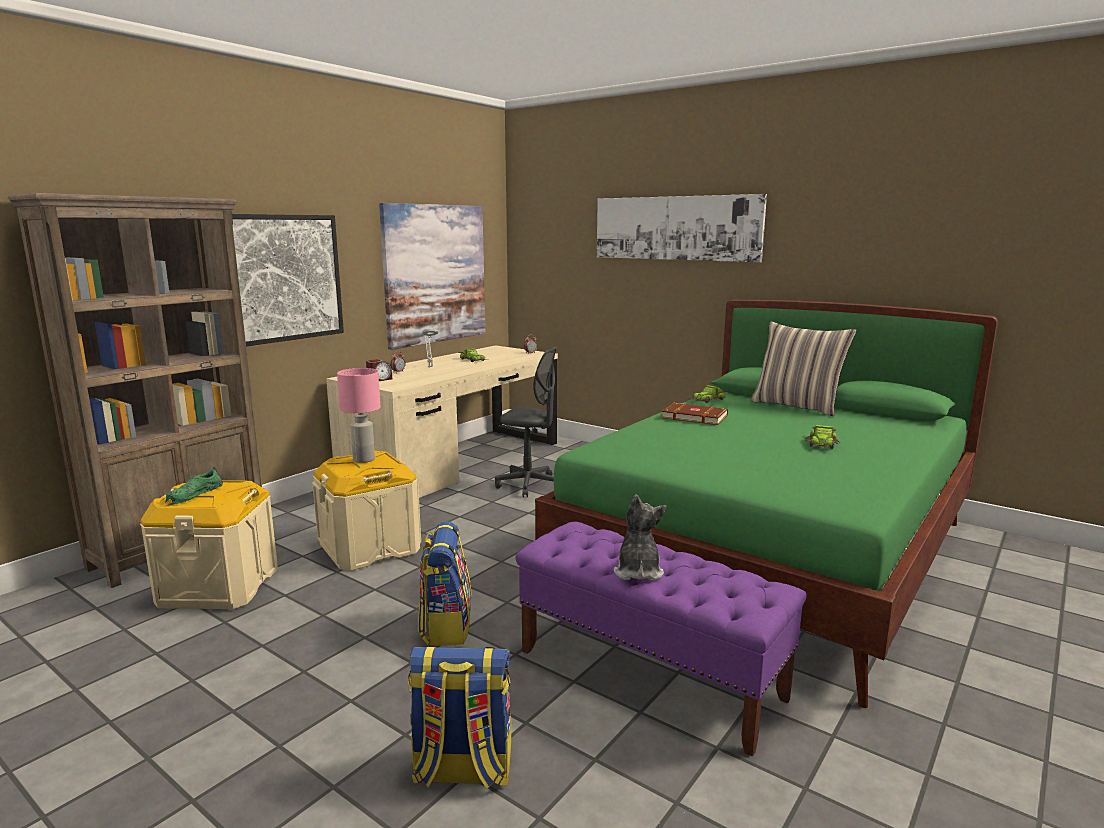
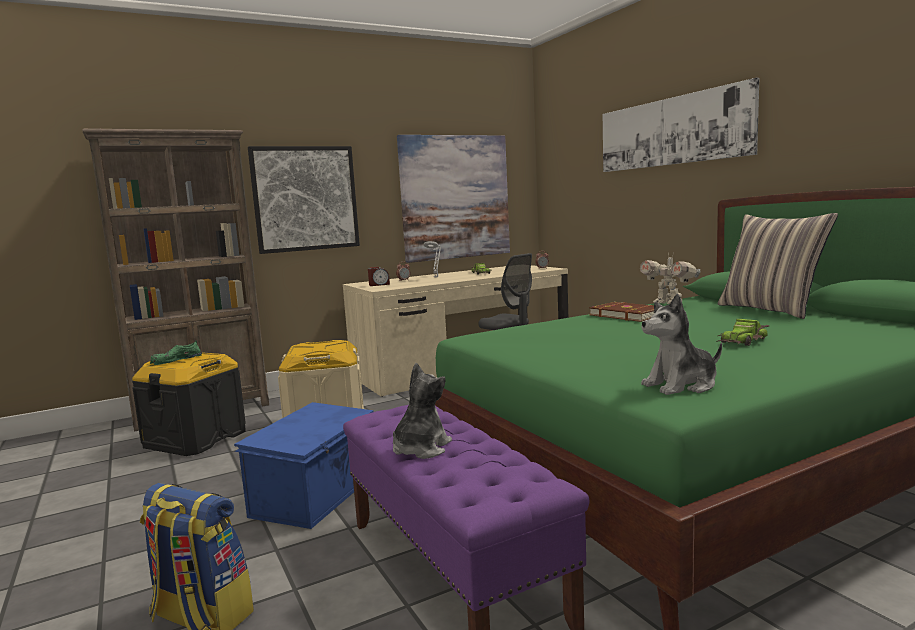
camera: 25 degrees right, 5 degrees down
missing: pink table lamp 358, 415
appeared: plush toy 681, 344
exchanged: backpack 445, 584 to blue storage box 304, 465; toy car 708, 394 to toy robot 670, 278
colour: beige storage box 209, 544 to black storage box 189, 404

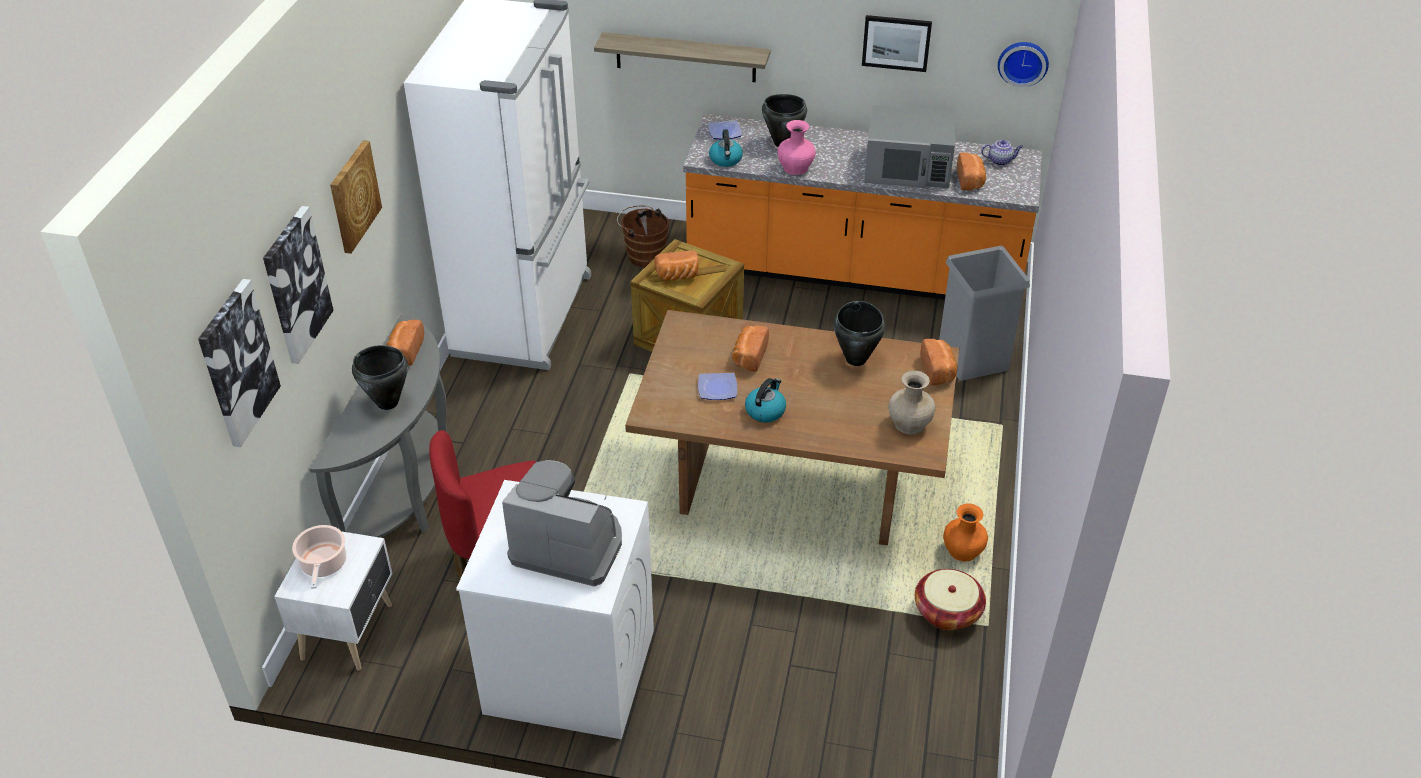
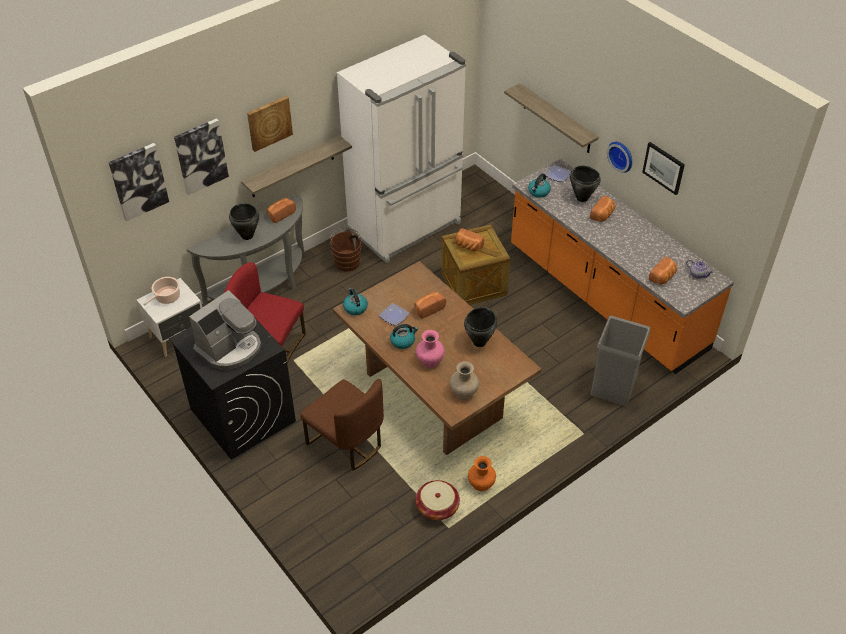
camera: 40 degrees right, 5 degrees up
missing: grey microwave 910, 146
appeared: shelf 296, 166; brown chair 342, 425; kettle 355, 301
relocated: brown bucket 643, 236 to 346, 250; pink vase 796, 147 to 430, 349; bread 938, 362 to 602, 208; wall clock 1023, 64 to 619, 157
colour: white washing machine 555, 609 to black washing machine 232, 381
spun: coffee machine 562, 523 = 225, 330 75 degrees clockwise

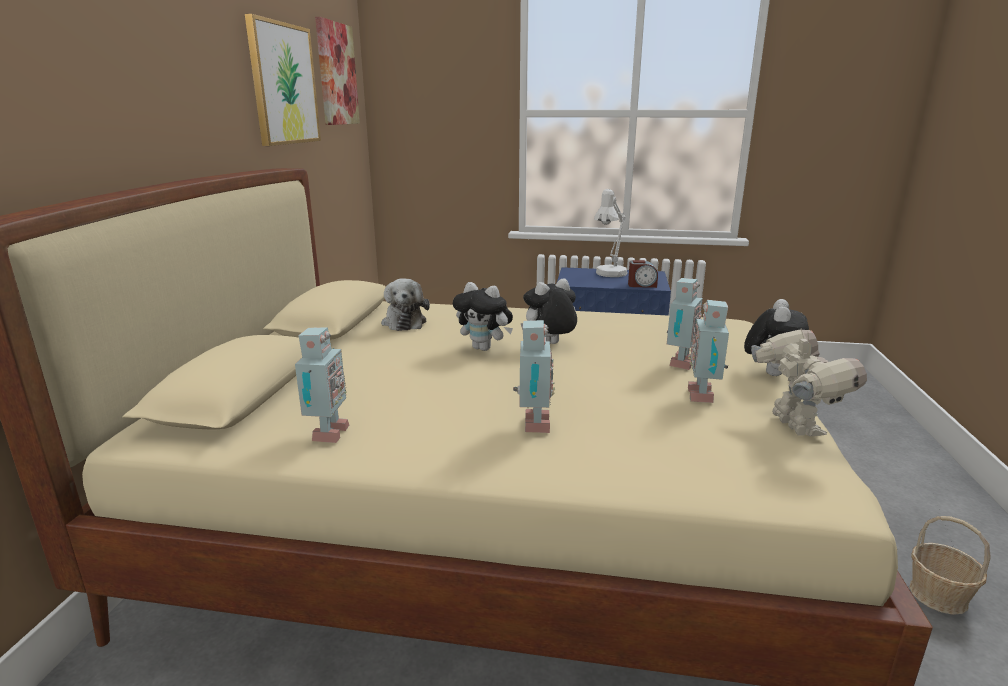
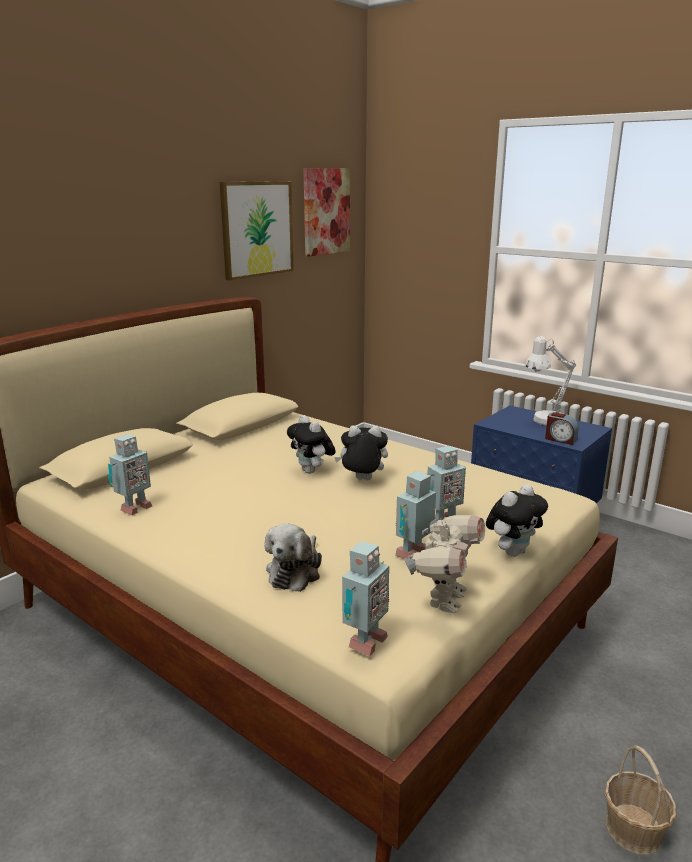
camera: 30 degrees right, 0 degrees up
relocated: plush toy 405, 304 to 293, 558; toy robot 534, 376 to 365, 598

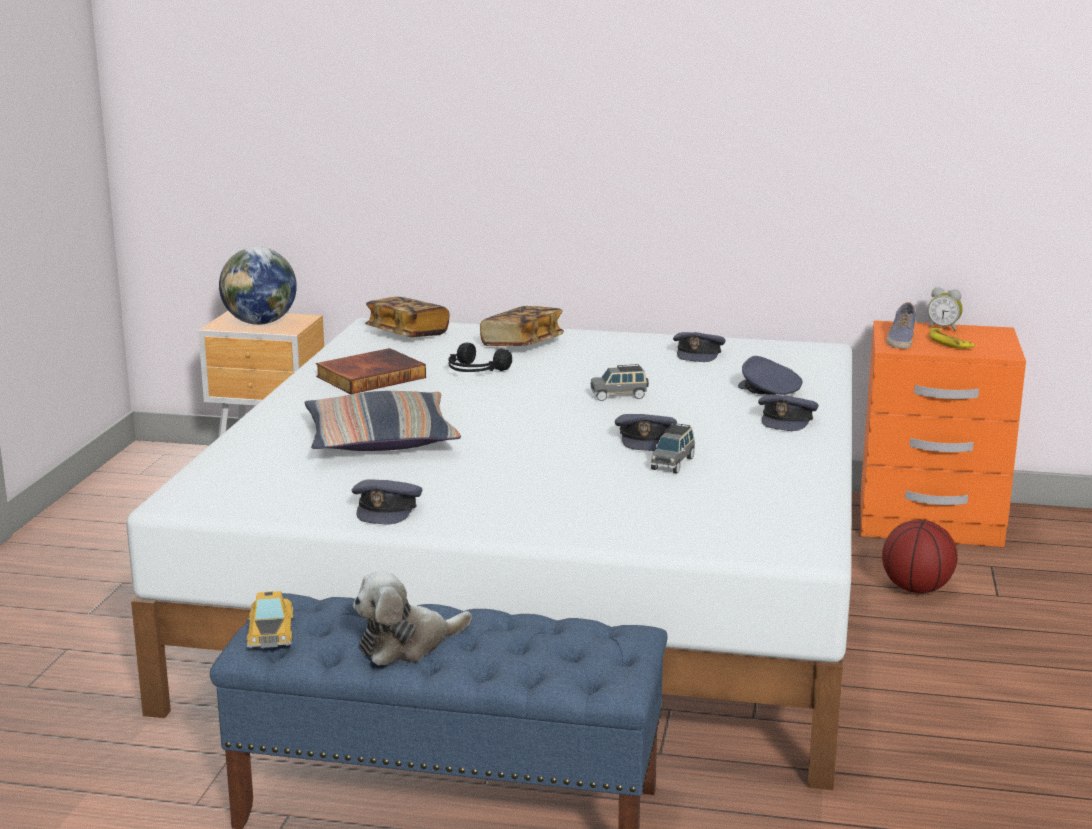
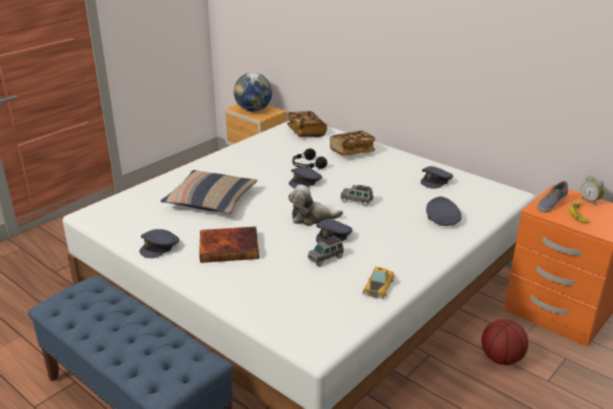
camera: 30 degrees right, 10 degrees up
relocated: book 371, 371 to 229, 245; plush toy 412, 618 to 315, 205; grey cap 788, 412 to 305, 177; toy car 270, 619 to 378, 282

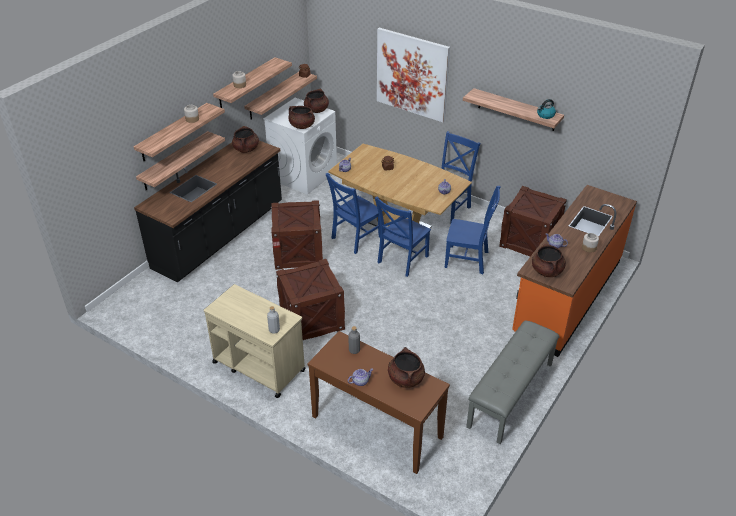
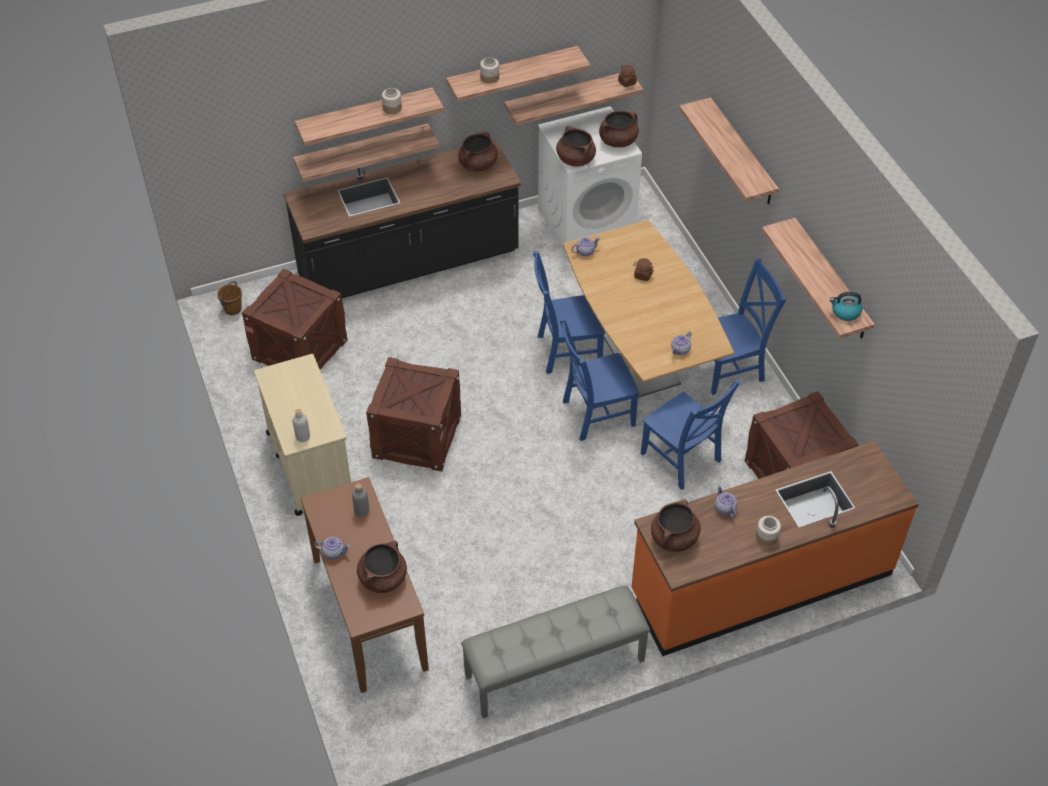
camera: 35 degrees right, 10 degrees up
appeared: brown bucket 229, 298
relocated: crate 297, 235 to 294, 319
exchanged: picture 413, 75 to shelf 729, 151

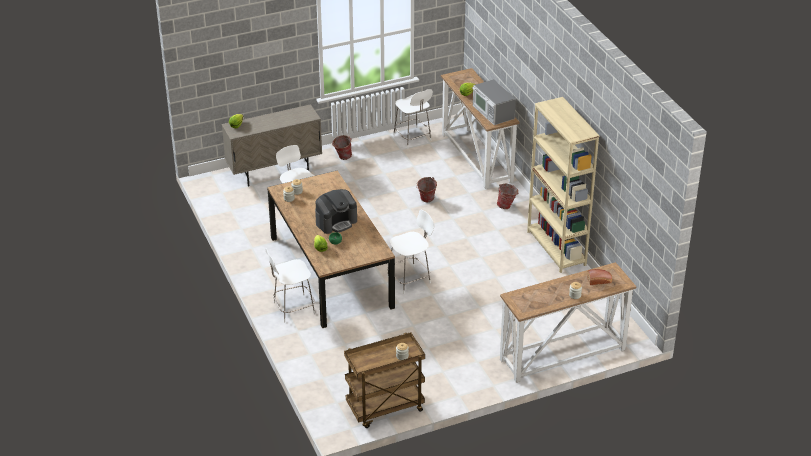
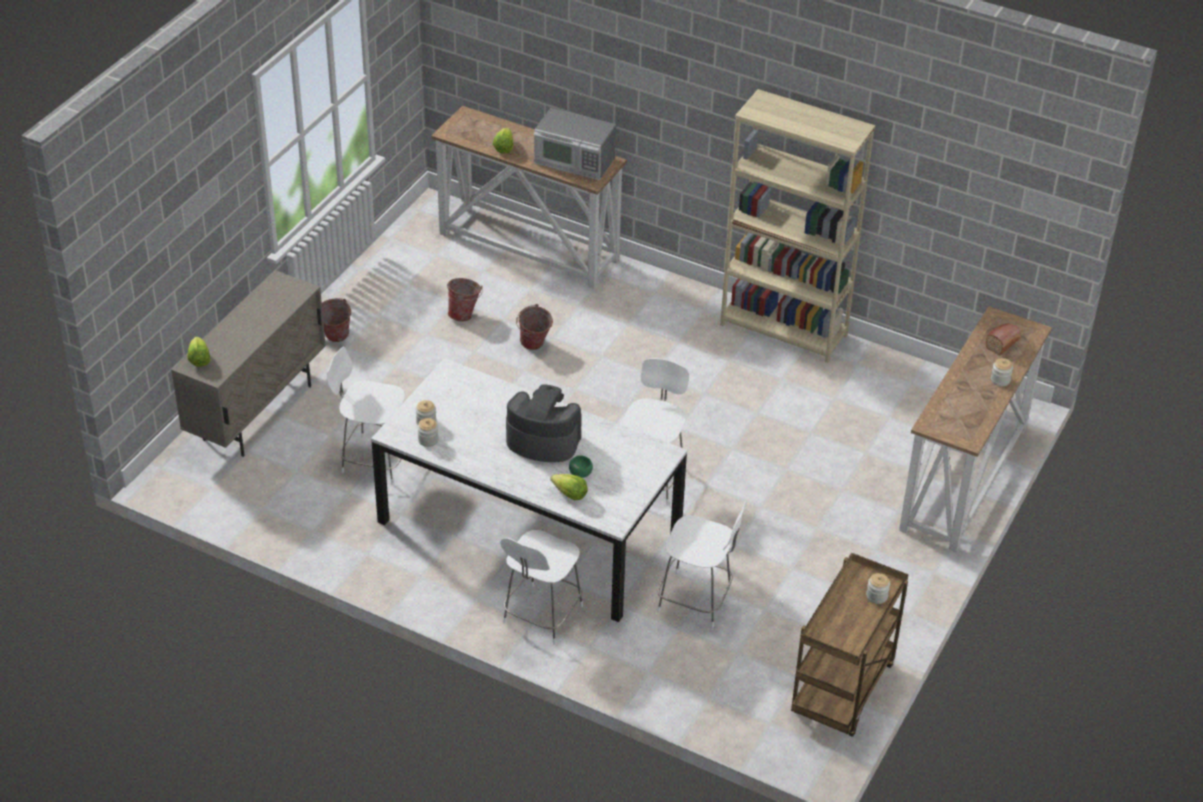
camera: 40 degrees left, 5 degrees up
relocated: bucket 507, 196 to 465, 299; white chair 413, 119 to 702, 564
colour: brown dining table 331, 249 to white dining table 529, 490
spun: coffee machine 336, 211 = 544, 423 90 degrees counterclockwise

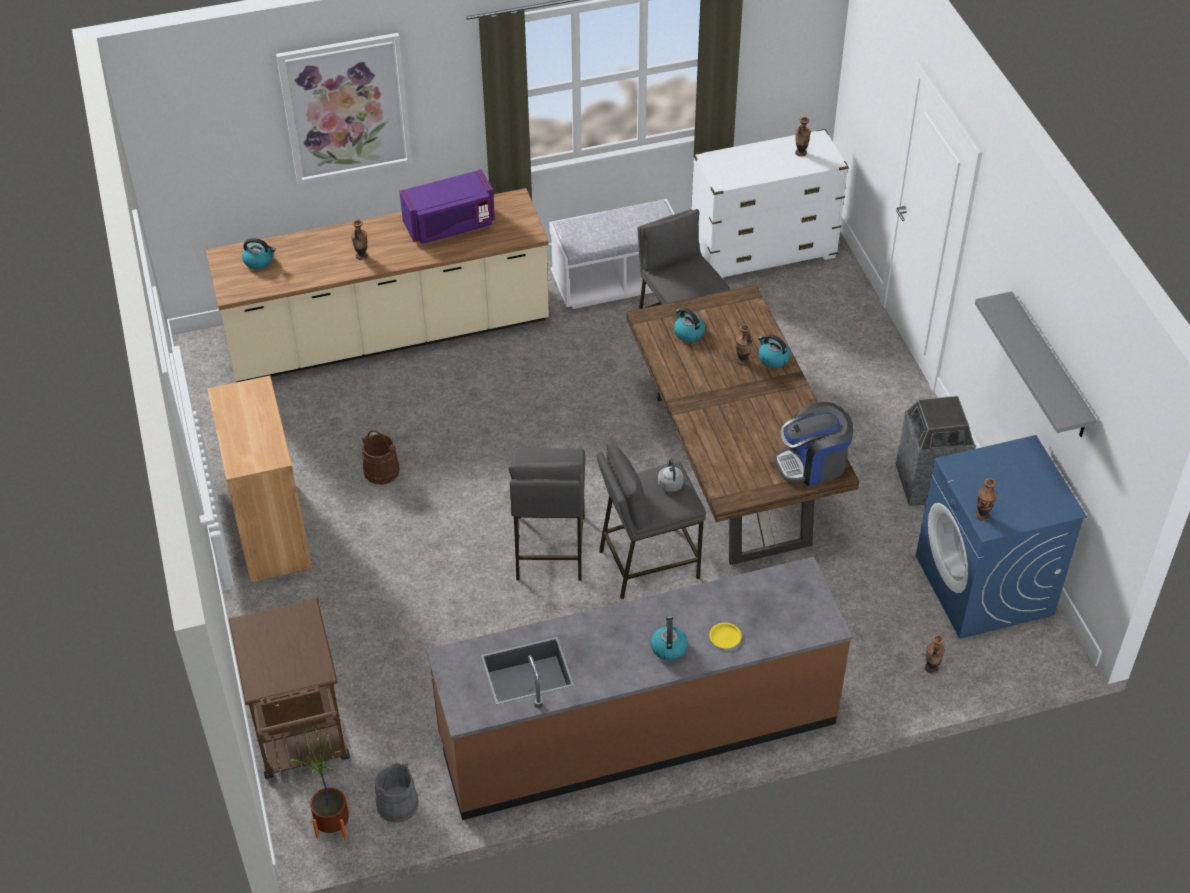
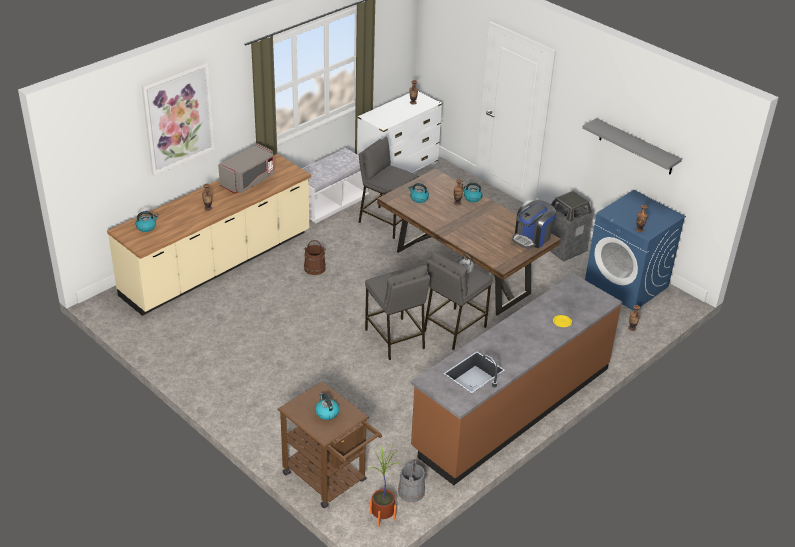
camera: 30 degrees left, 10 degrees down
missing: brown cabinet 259, 479
relocated: brown bucket 380, 457 to 314, 257; kettle 669, 638 to 327, 406
colour: purple microwave 447, 206 to grey microwave 246, 168

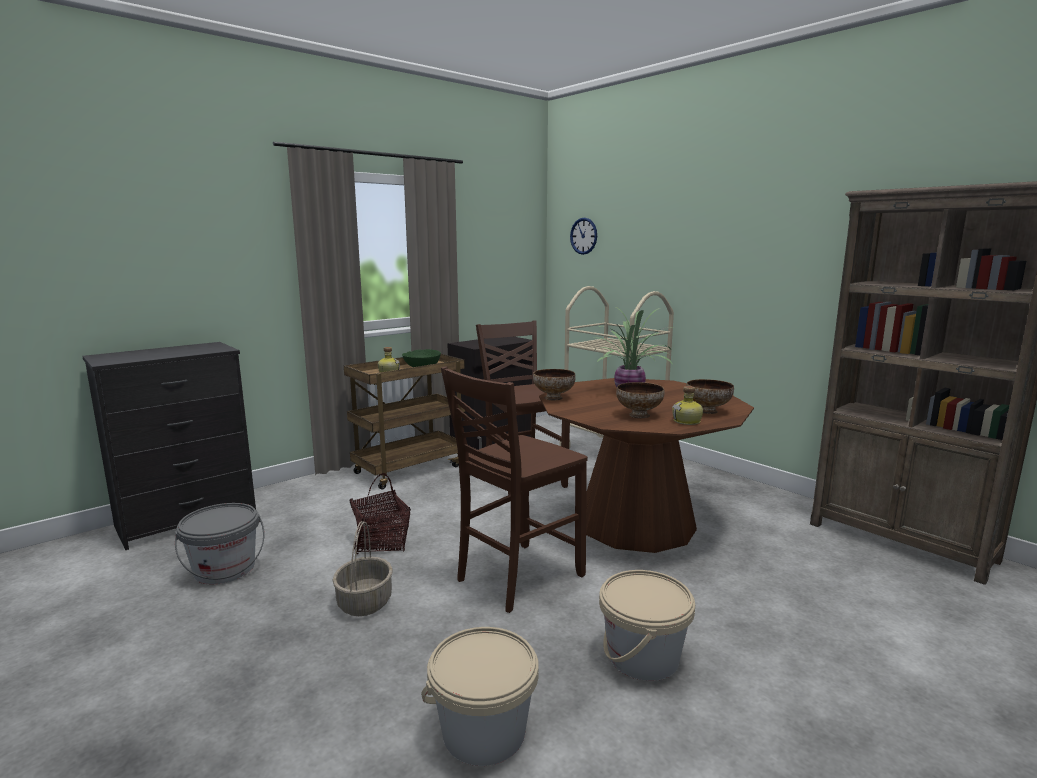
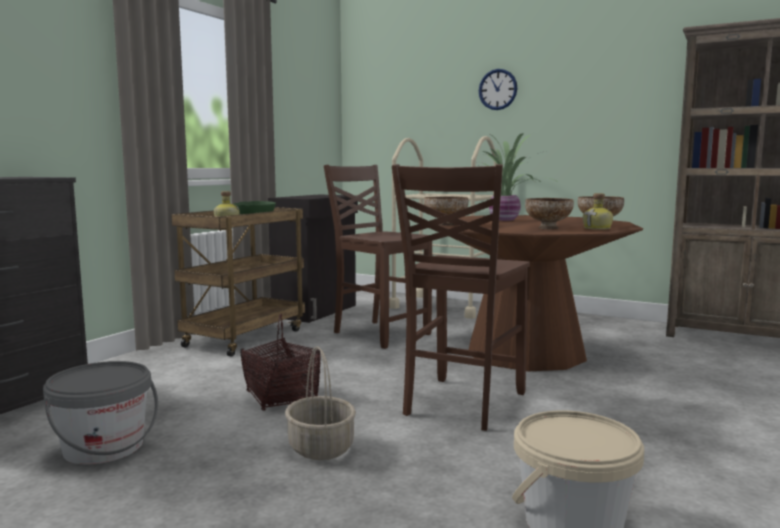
camera: 20 degrees left, 5 degrees down
missing: beige bucket 647, 625
relocated: wall clock 583, 236 to 498, 89

